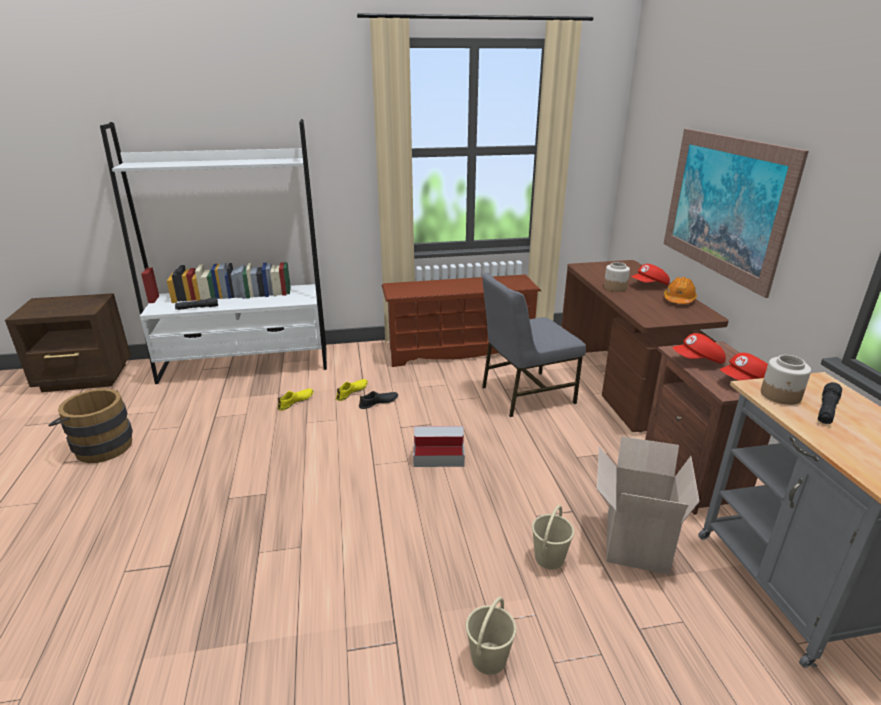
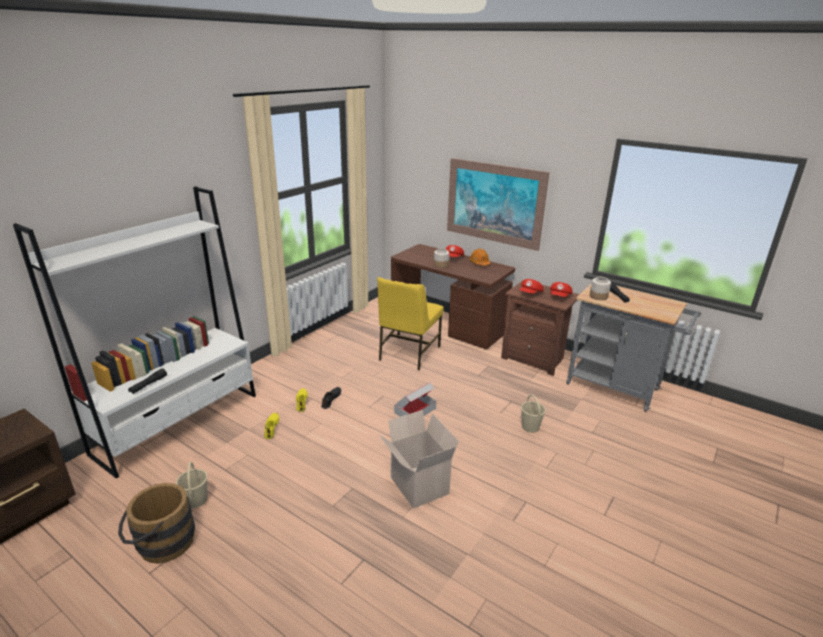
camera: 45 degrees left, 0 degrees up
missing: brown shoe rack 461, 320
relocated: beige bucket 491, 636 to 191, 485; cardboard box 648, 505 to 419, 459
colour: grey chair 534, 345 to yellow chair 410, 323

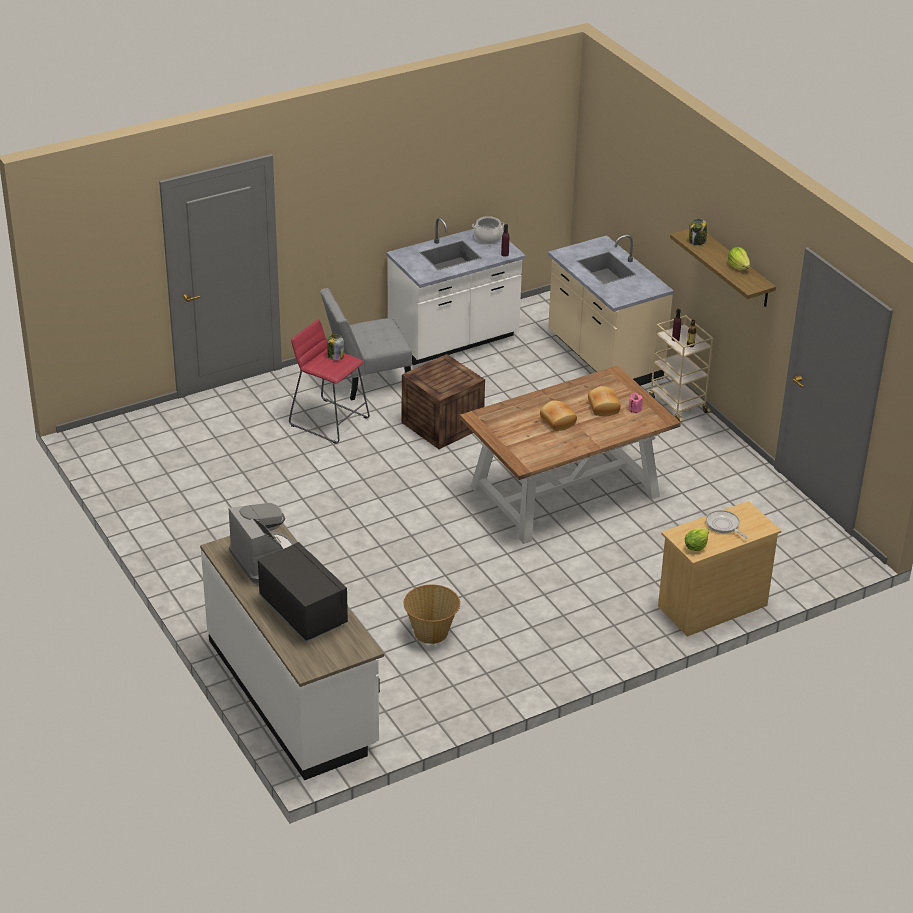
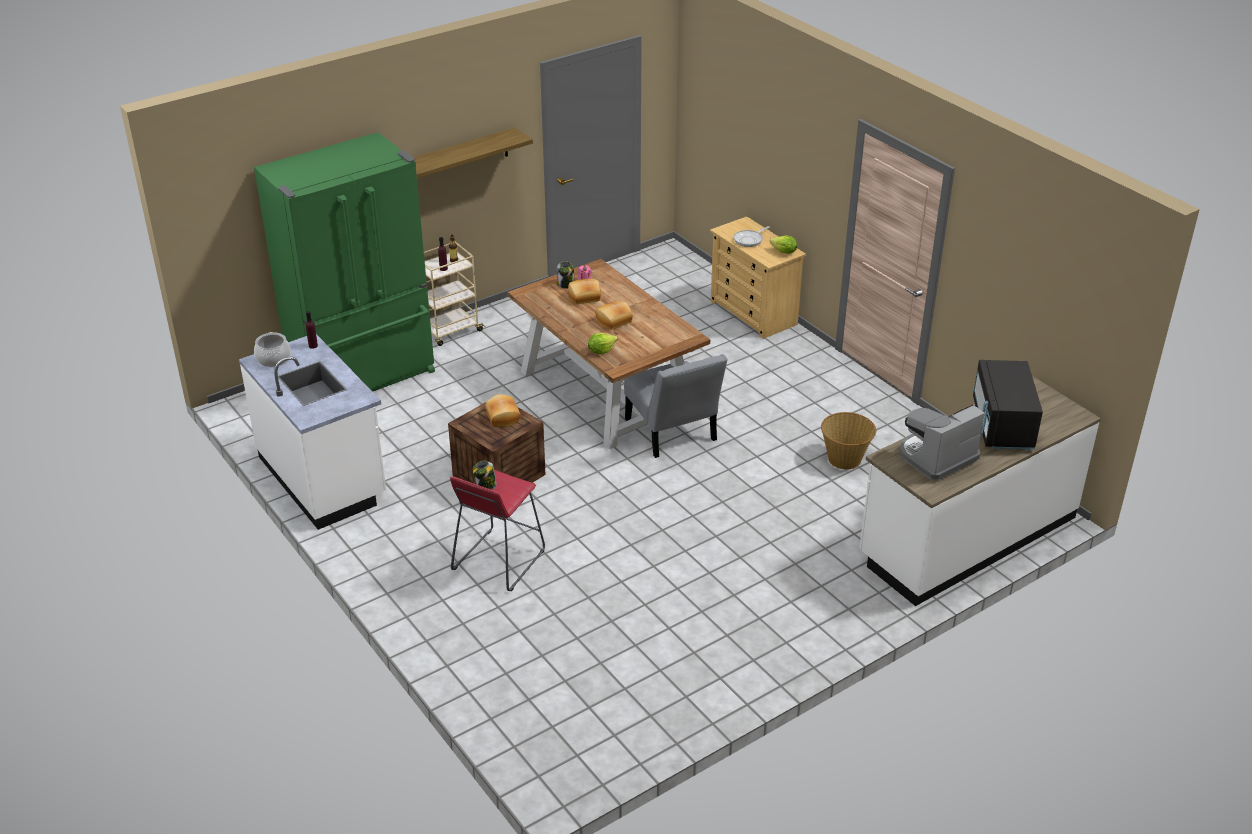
camera: 95 degrees left, 0 degrees up
appeared: bread 503, 410
relocated: jar 698, 231 to 565, 275; lettuce 739, 258 to 603, 343; grey chair 366, 344 to 675, 406
exchanged: beige counter 611, 310 to green fridge 344, 262
spun: black microwave 303, 592 = 1008, 405 45 degrees counterclockwise

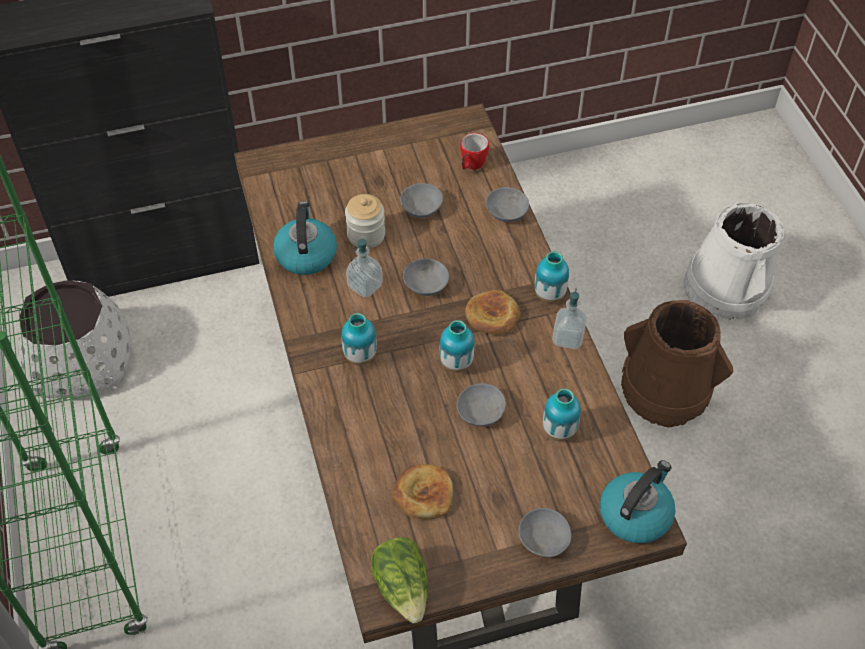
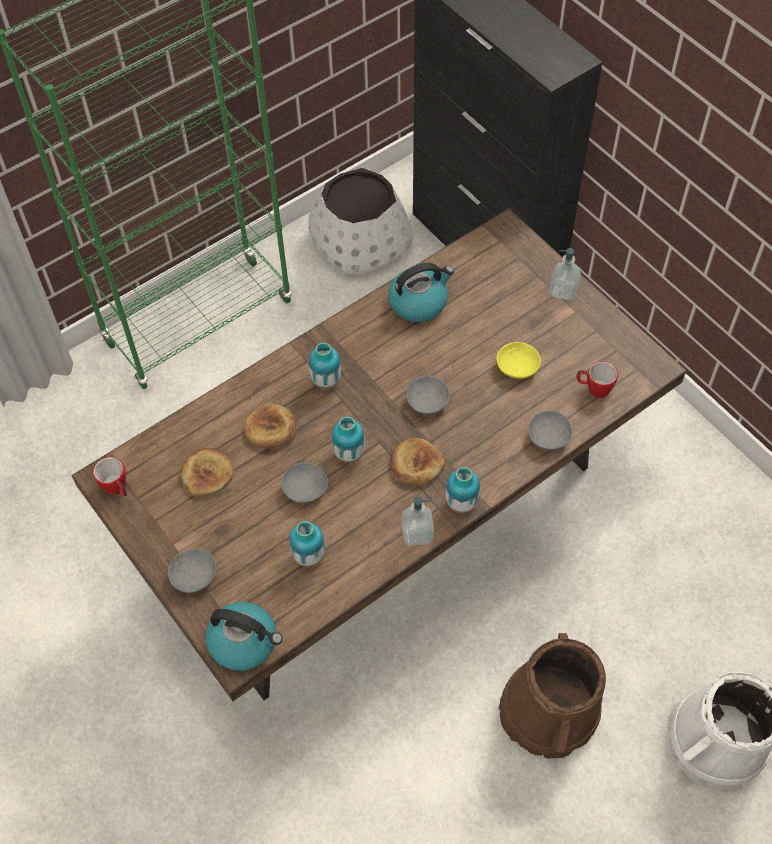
camera: 70 degrees right, 5 degrees up
missing: jar 365, 221
appeared: bread 270, 426
relocated: soap dispenser 364, 268 to 565, 274
exchanged: lettuce 399, 580 to mug 110, 476
colour: grey bowl 421, 200 to yellow bowl 518, 360

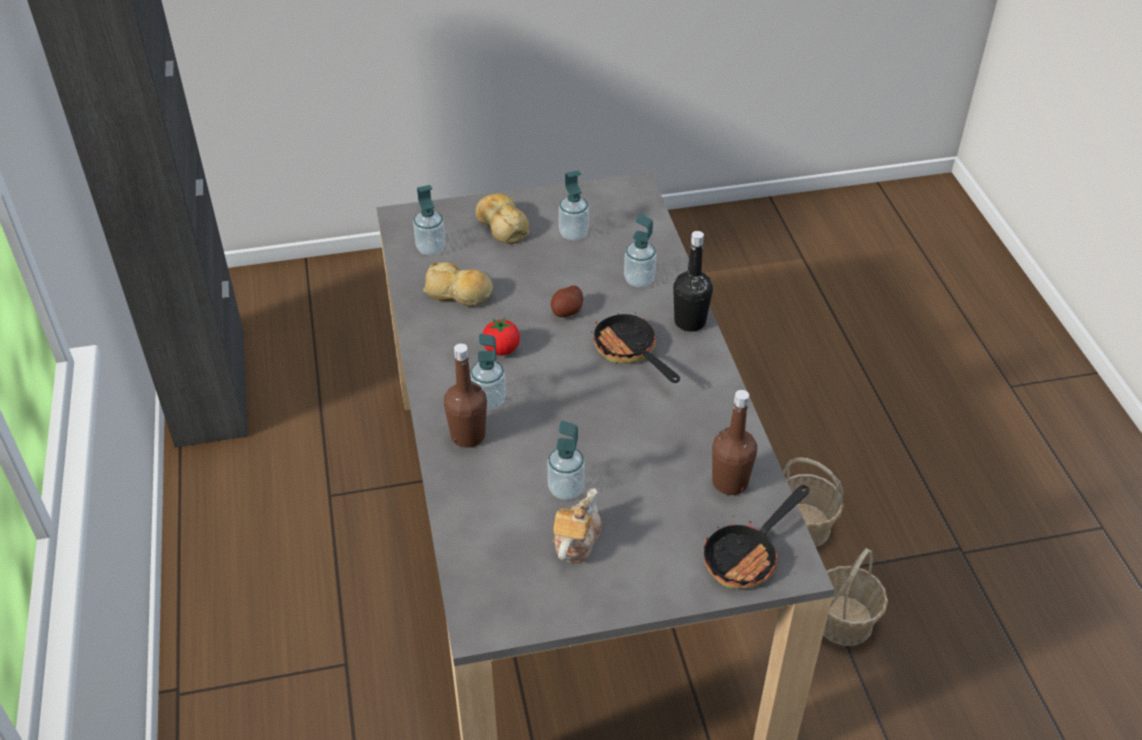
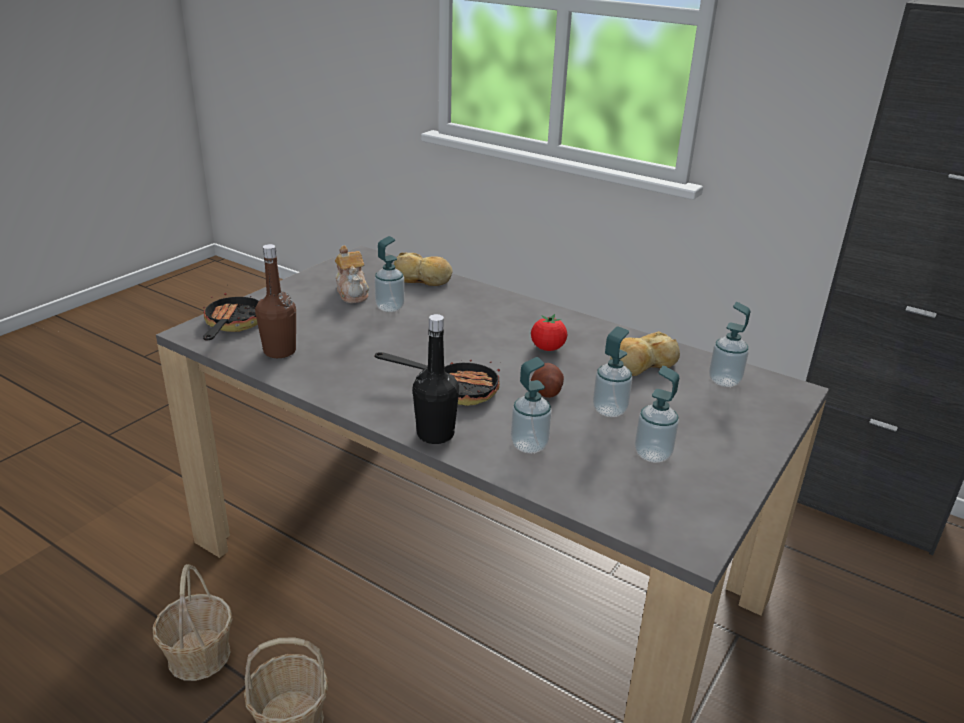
camera: 135 degrees right, 15 degrees down
missing: brown bottle 465, 395
relocated: bread 502, 219 to 423, 269; soap dispenser 488, 372 to 612, 372

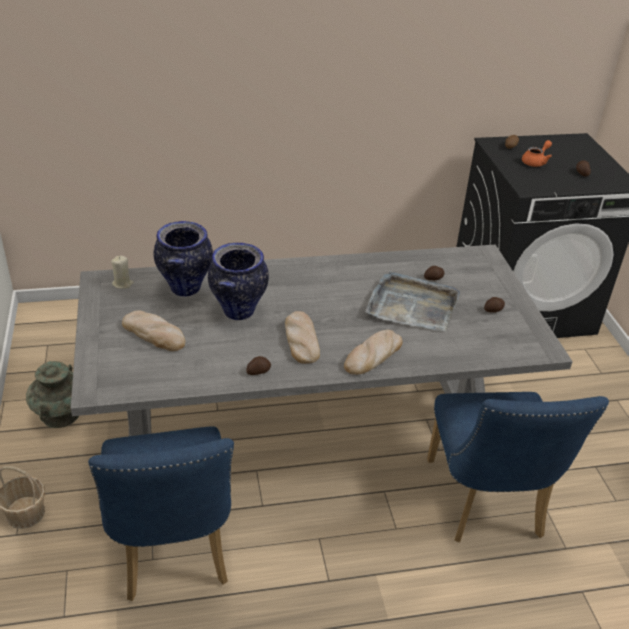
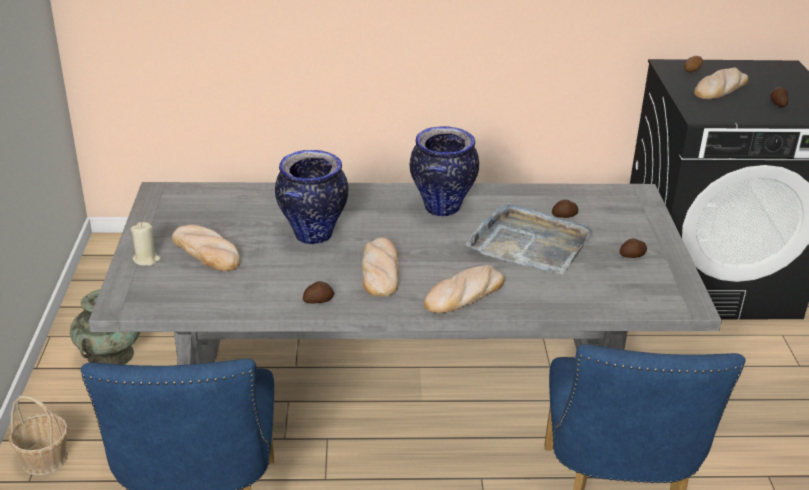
camera: 10 degrees right, 5 degrees down
relocated: beige candle 122, 272 to 146, 244; vase 183, 259 to 444, 171
exchanged: orange teapot 537, 153 to bread 721, 83

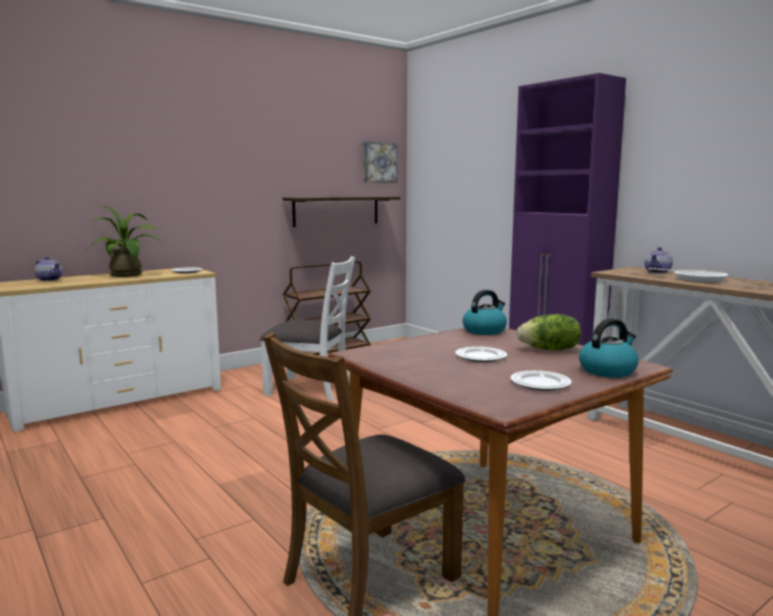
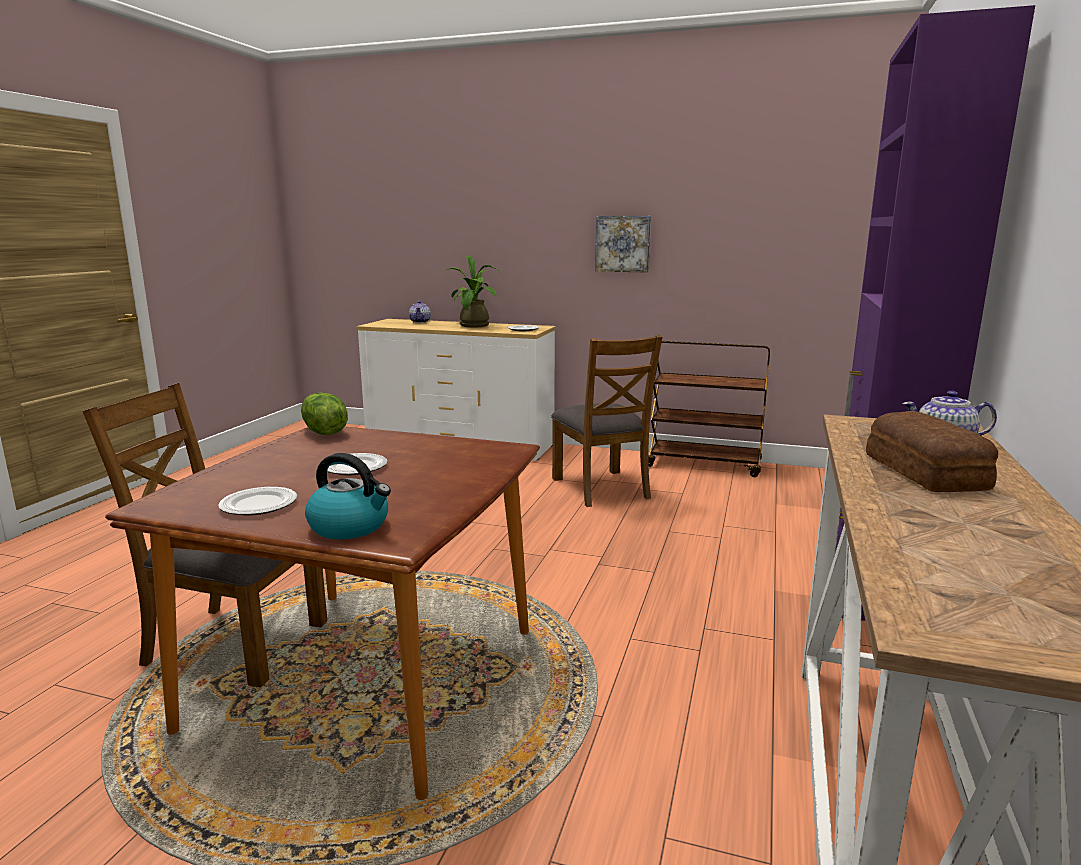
camera: 55 degrees right, 5 degrees up
missing: shelf 341, 211; kettle 484, 312
relocated: lettuce 549, 332 to 324, 413; picture 380, 162 to 623, 244
exchanged: frying pan 688, 275 to bread 932, 451
colour: white chair 307, 328 to brown chair 607, 421

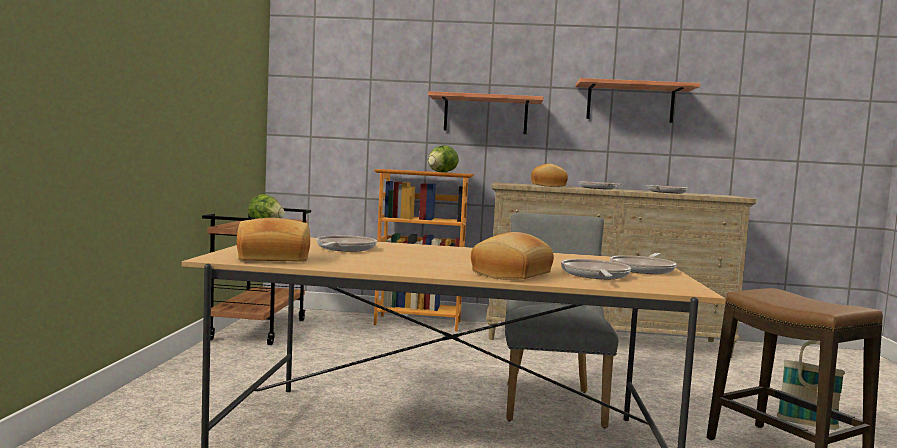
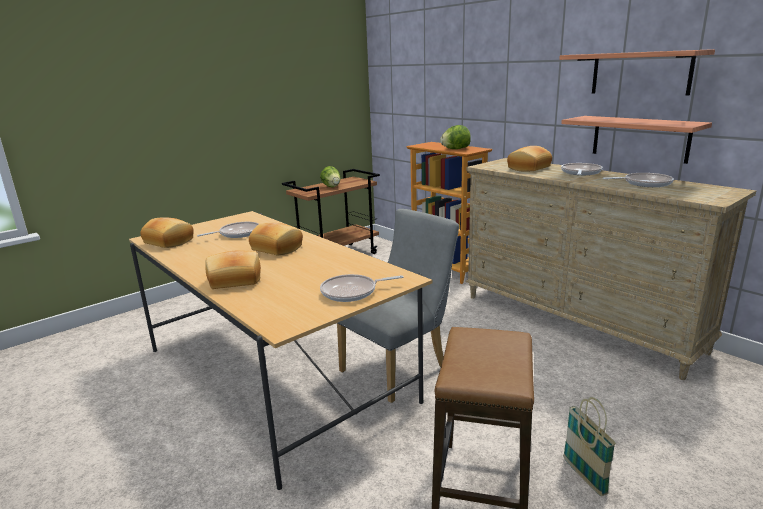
camera: 45 degrees right, 15 degrees up
missing: frying pan 596, 269
appeared: bread 276, 239
relocated: shelf 486, 112 to 636, 140

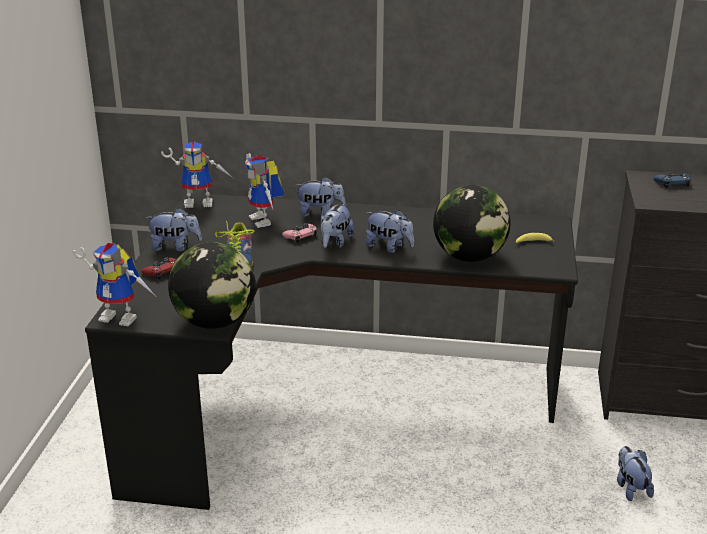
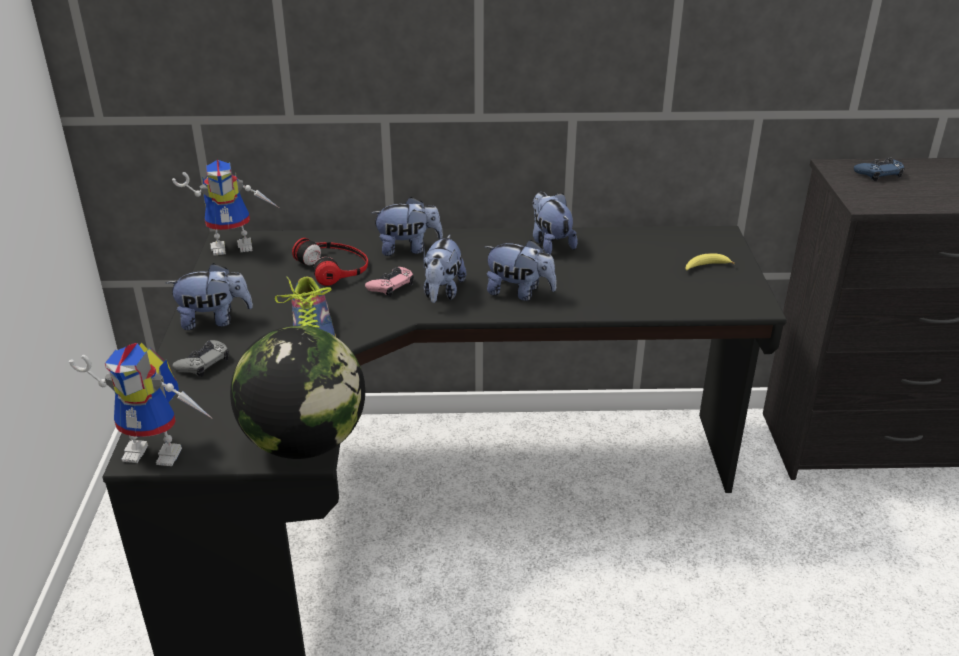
camera: 10 degrees left, 5 degrees up
missing: globe 472, 223
relocated: plush toy 635, 473 to 555, 223
exchanged: toy robot 264, 190 to headphones 330, 262
colour: red game controller 158, 268 to grey game controller 201, 358

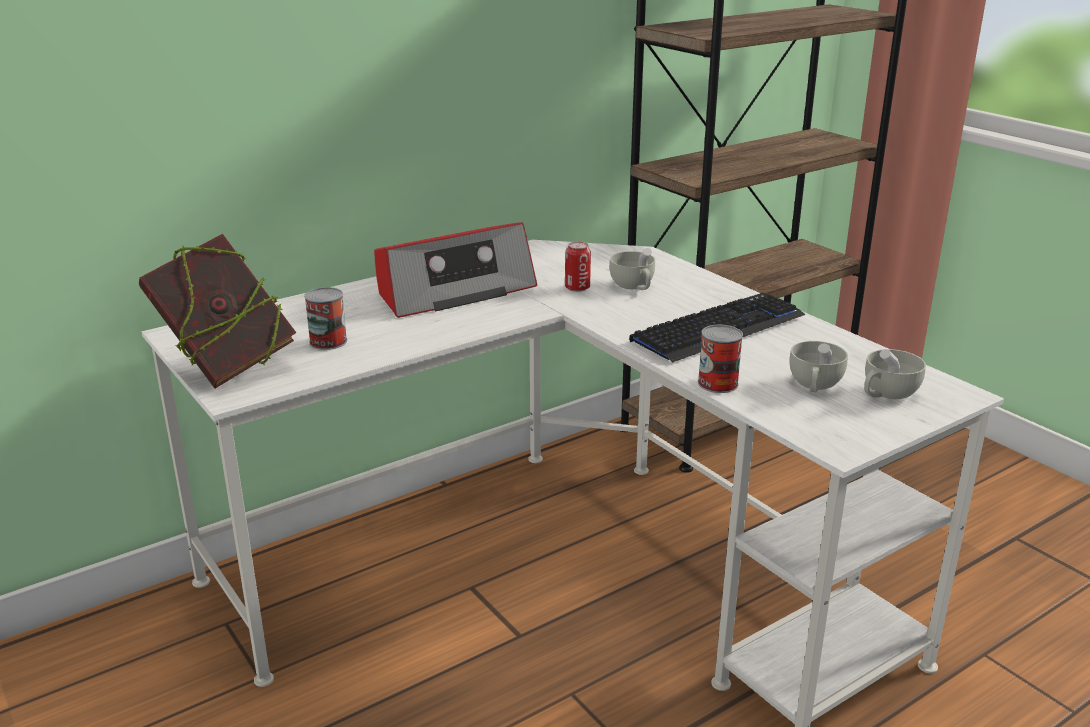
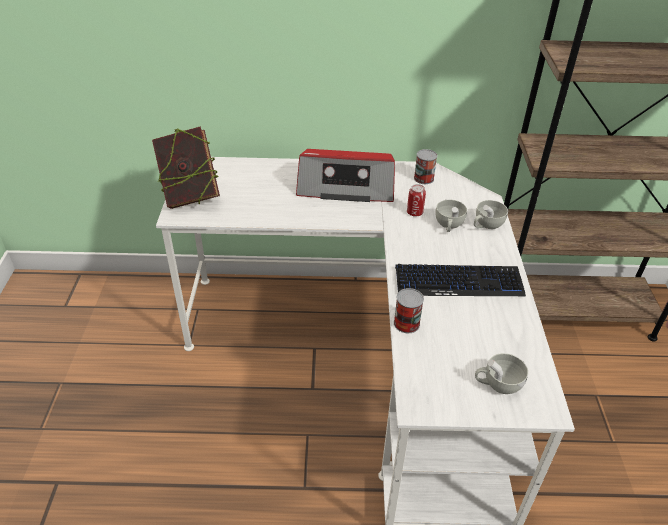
camera: 35 degrees right, 15 degrees up
relocated: can 325, 318 to 426, 166; white cup 818, 367 to 491, 214

